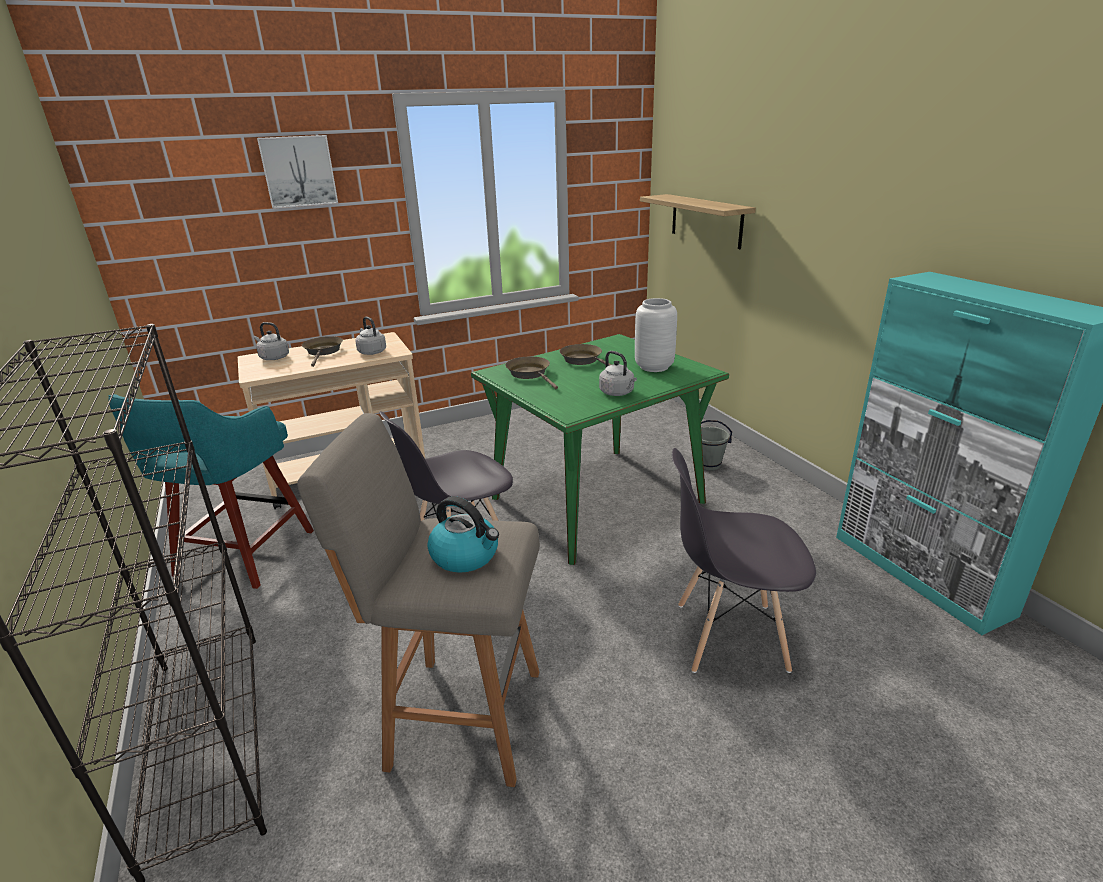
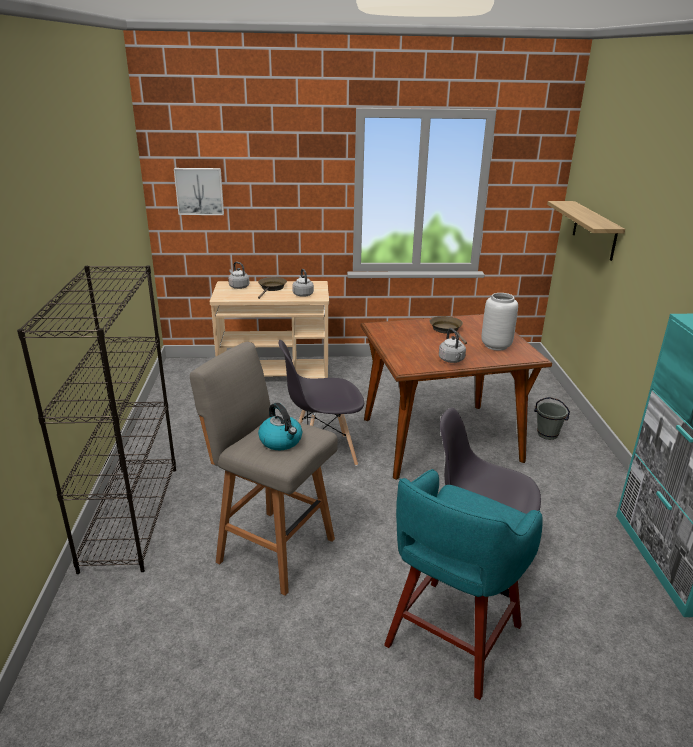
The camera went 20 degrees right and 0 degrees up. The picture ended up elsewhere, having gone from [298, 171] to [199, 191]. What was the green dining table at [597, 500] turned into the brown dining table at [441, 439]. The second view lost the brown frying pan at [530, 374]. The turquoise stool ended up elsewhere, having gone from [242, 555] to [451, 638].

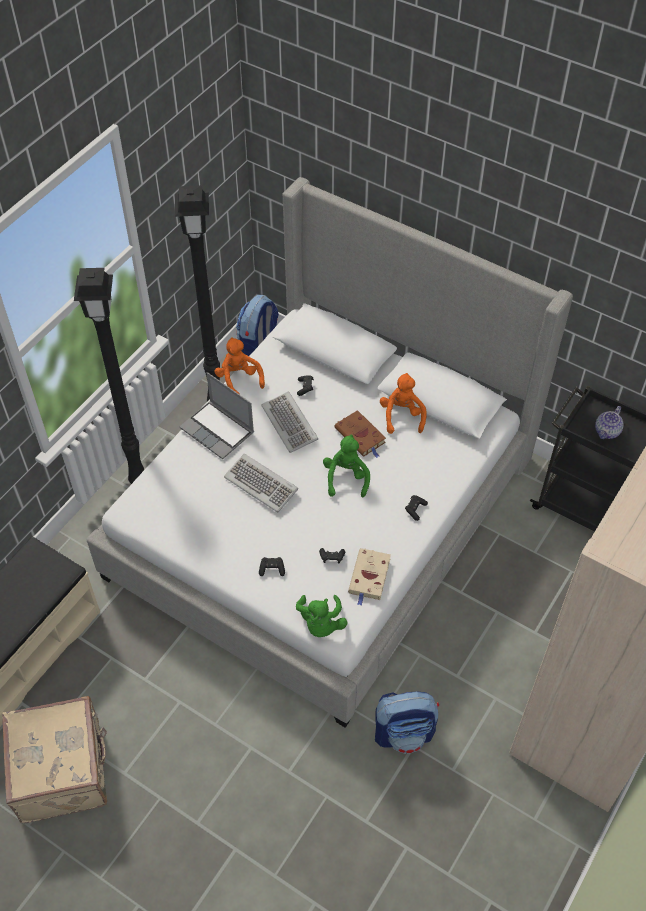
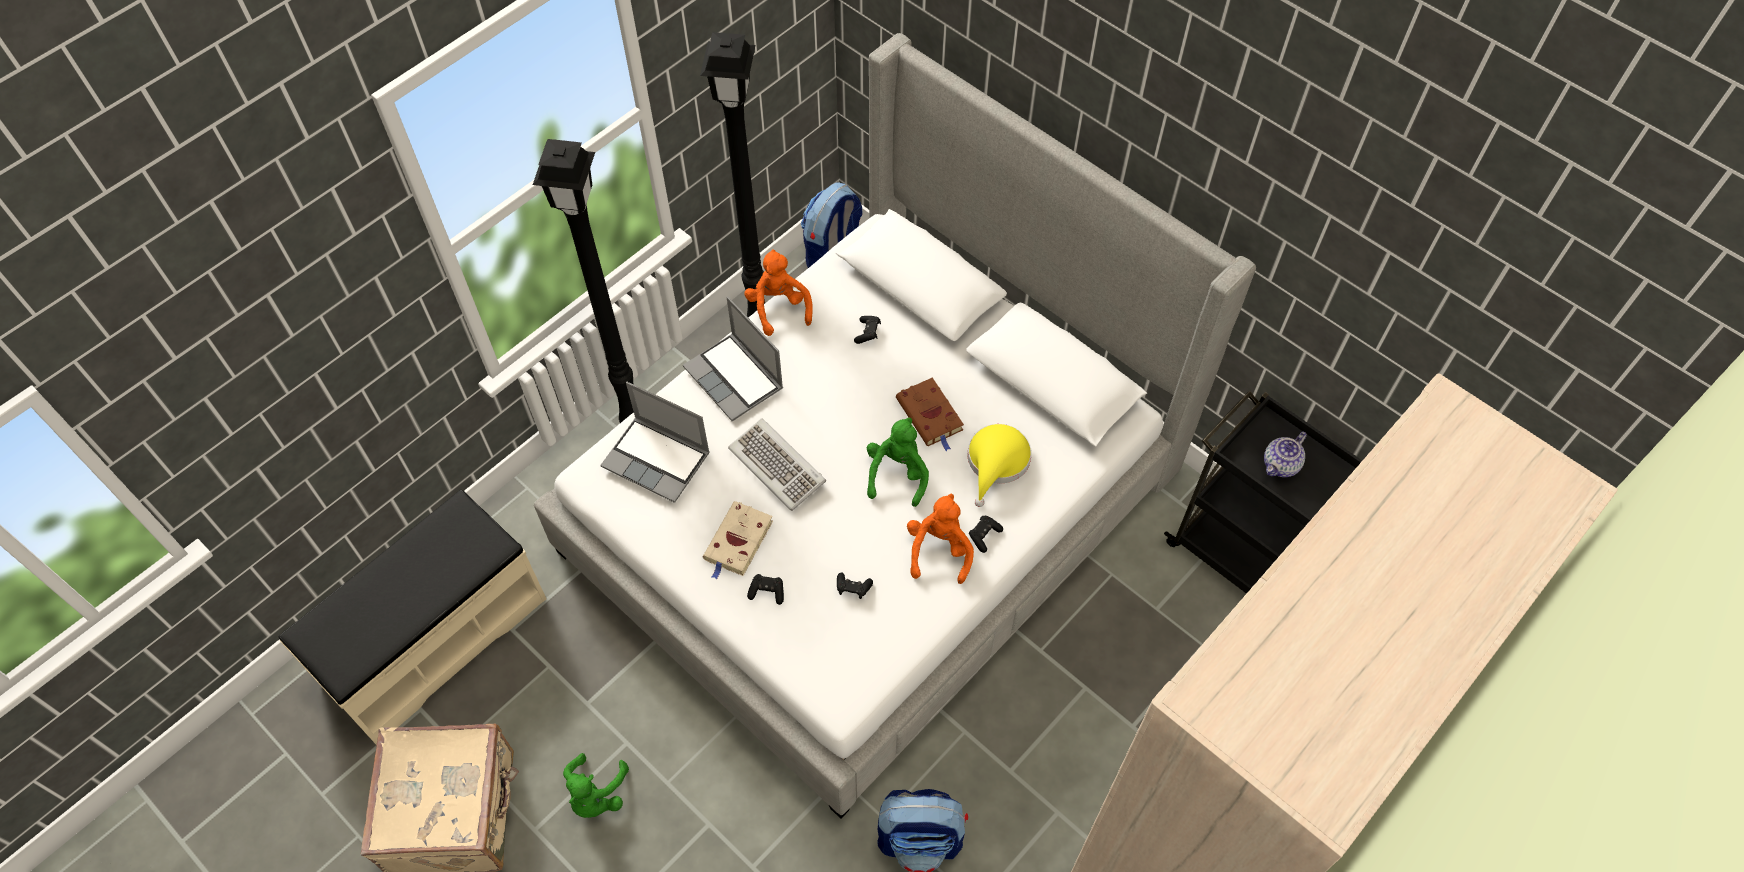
The camera went 10 degrees right and 5 degrees up. The orange plush toy ended up elsewhere, having gone from [402, 416] to [939, 550]. The second view lost the keyboard at [290, 423]. The beige book ended up elsewhere, having gone from [369, 577] to [738, 543]. The green plush toy ended up elsewhere, having gone from [321, 624] to [596, 795]. The second view gained the laptop at [658, 460]. The second view gained the yellow hat at [997, 462].

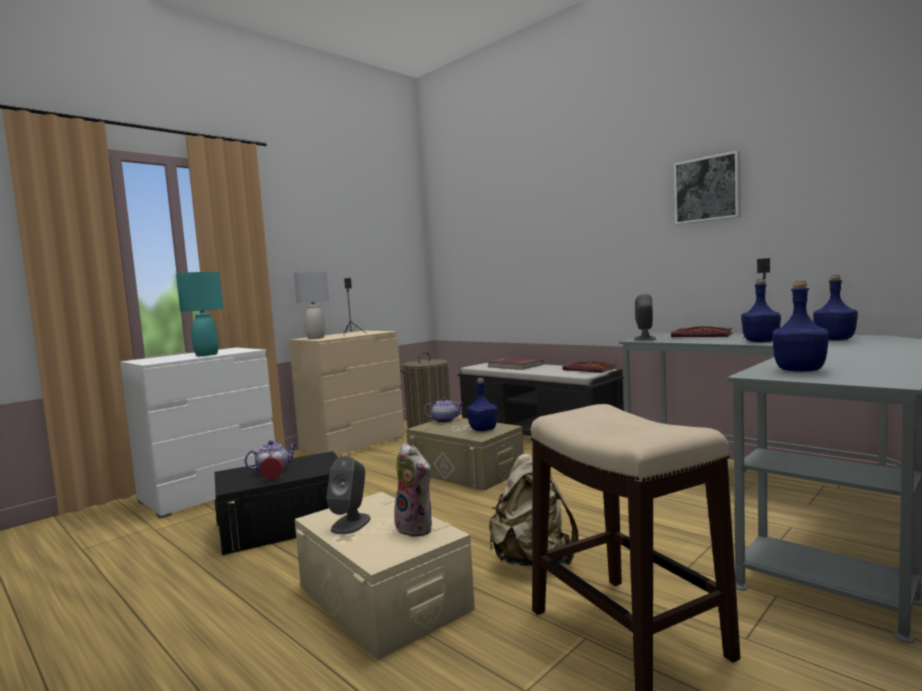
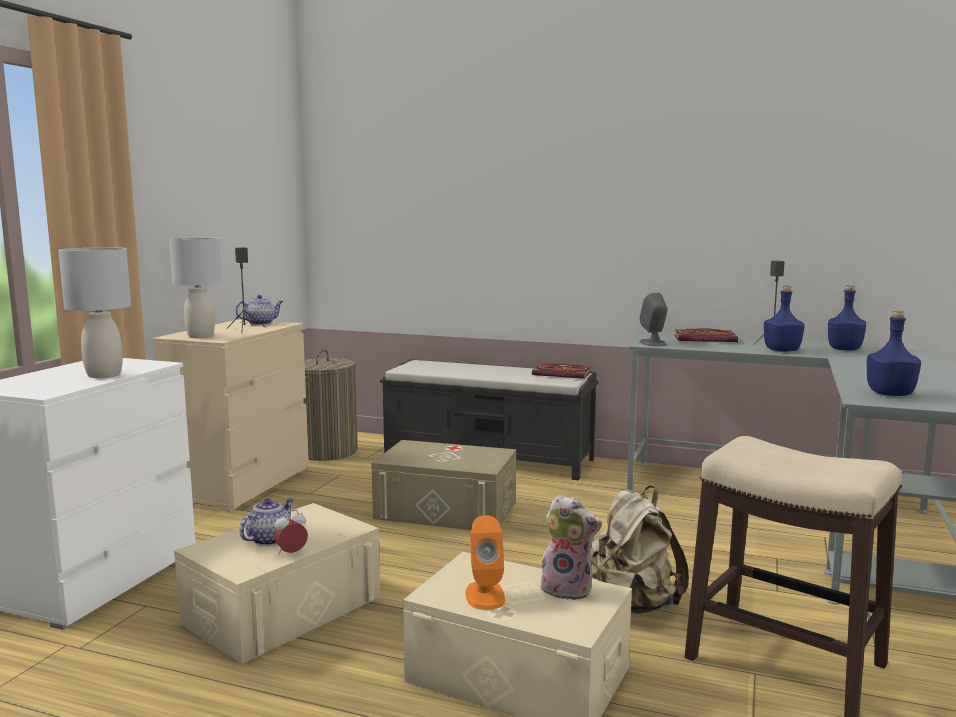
The camera went 25 degrees left and 5 degrees up. The second view lost the picture at [707, 189]. What was the turquoise table lamp at [207, 355] turned into the grey table lamp at [105, 375]. The second view lost the red book at [514, 366]. The second view lost the blue bottle at [483, 430]. The teapot ended up elsewhere, having gone from [445, 420] to [261, 323]. What was the black storage box at [286, 524] turned into the beige storage box at [283, 609]. What was the grey speaker at [351, 523] turned into the orange speaker at [485, 595].

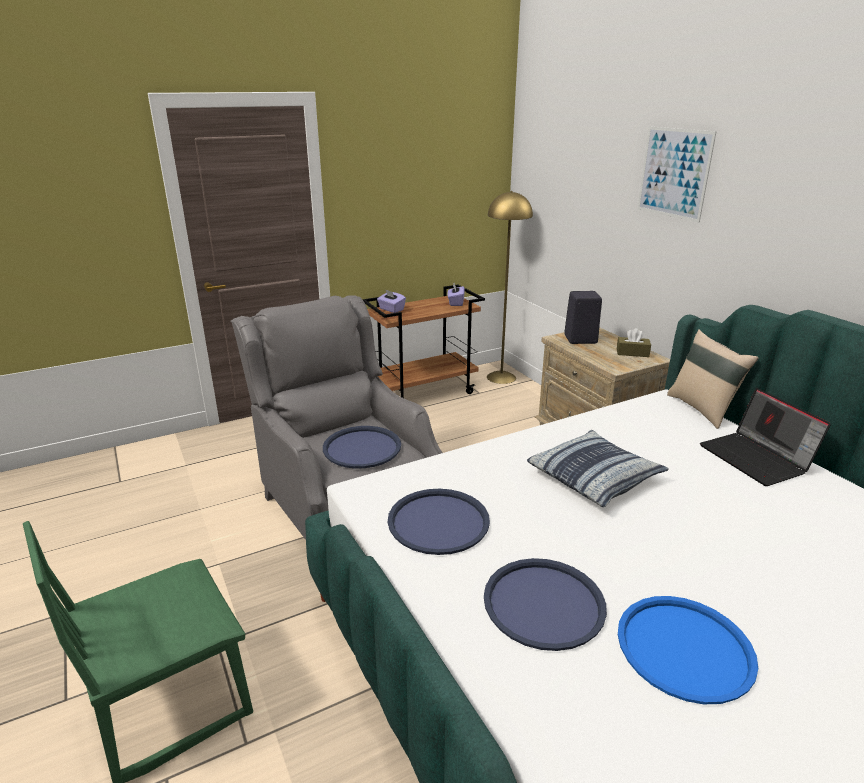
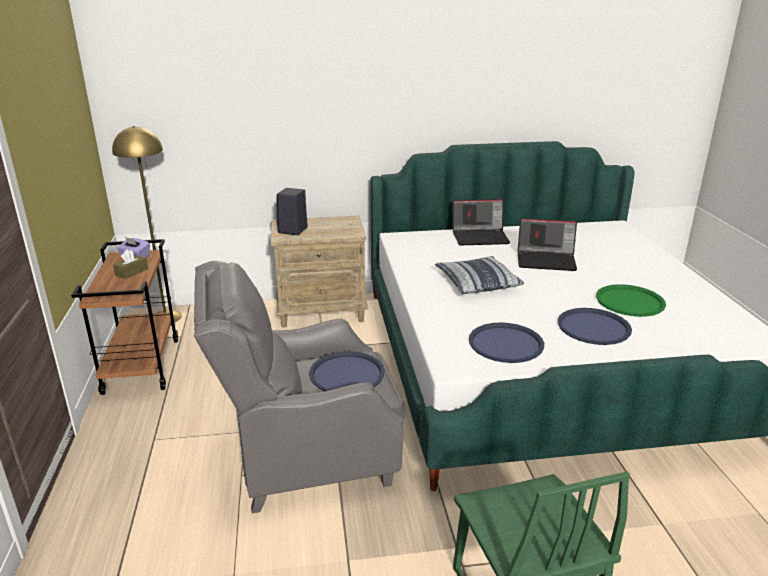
The camera went 70 degrees left and 0 degrees up. The second view lost the picture at [674, 173]. The second view lost the purple tissue box at [391, 309]. The brown tissue box ended up elsewhere, having gone from [632, 353] to [131, 272]. The second view lost the beige pillow at [702, 409]. What was the blue tray at [684, 649] turned into the green tray at [630, 301]. The second view gained the laptop at [547, 260].

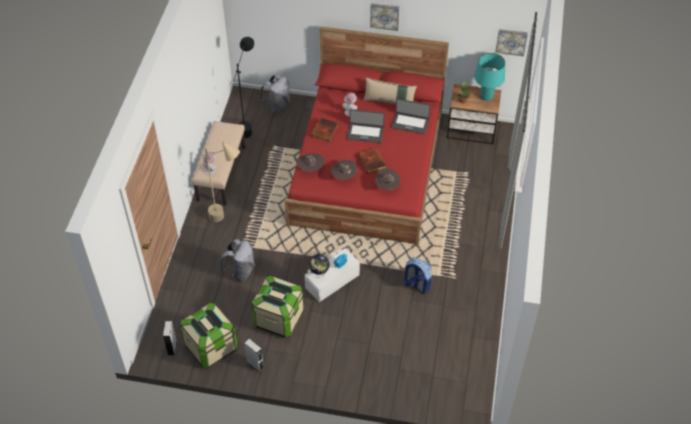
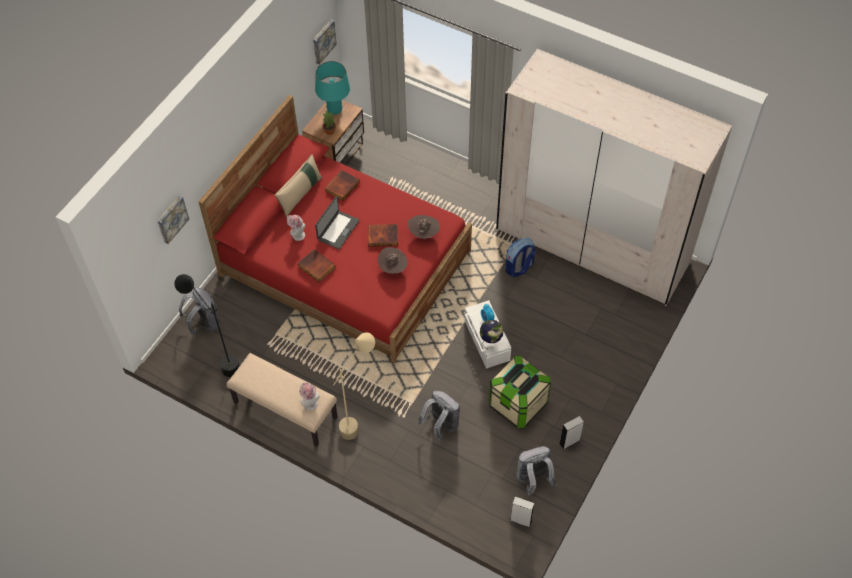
The camera went 70 degrees left and 5 degrees up. The picture ended up elsewhere, having gone from [384, 15] to [171, 219]. Where the laptop stood at [410, 123], the book came to stand at [342, 186]. The second view lost the brown hat at [310, 169]. Where the storage box stood at [211, 347], the grey backpack came to stand at [533, 480]. The second view gained the beige wardrobe at [592, 246].

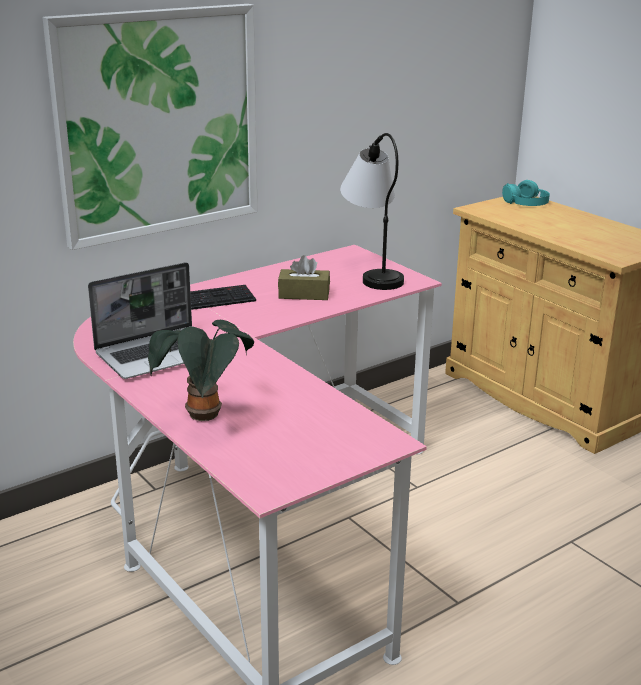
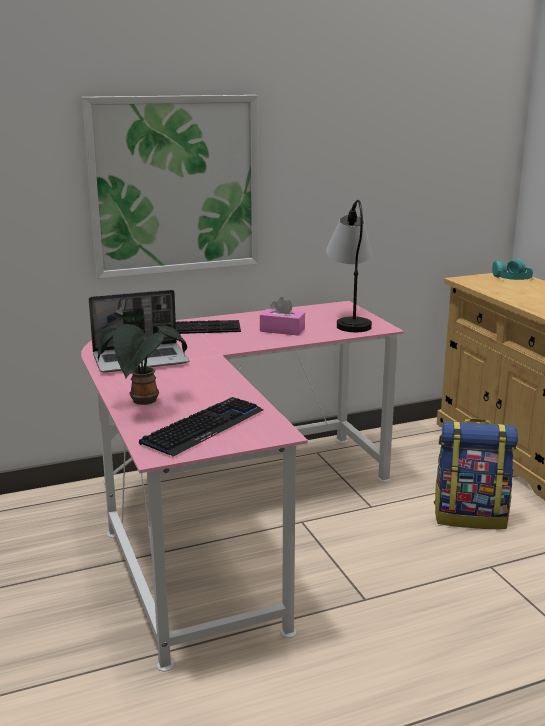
The camera went 15 degrees right and 5 degrees down. What was the brown tissue box at [304, 294] turned into the pink tissue box at [282, 330]. The second view gained the keyboard at [204, 427]. The second view gained the backpack at [470, 516].

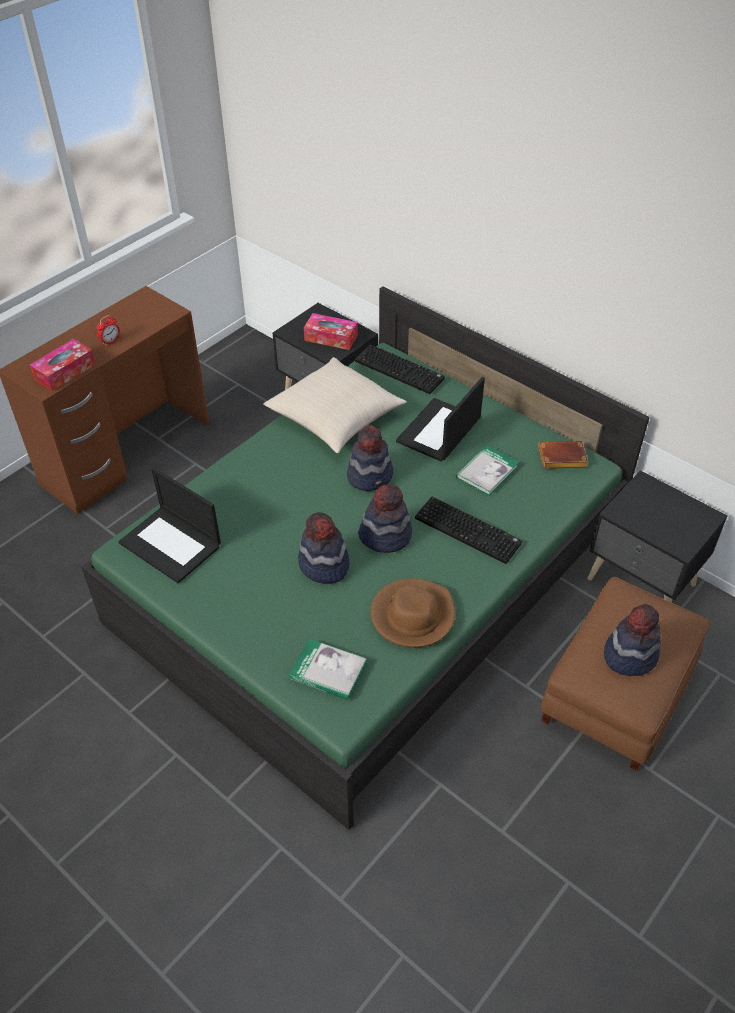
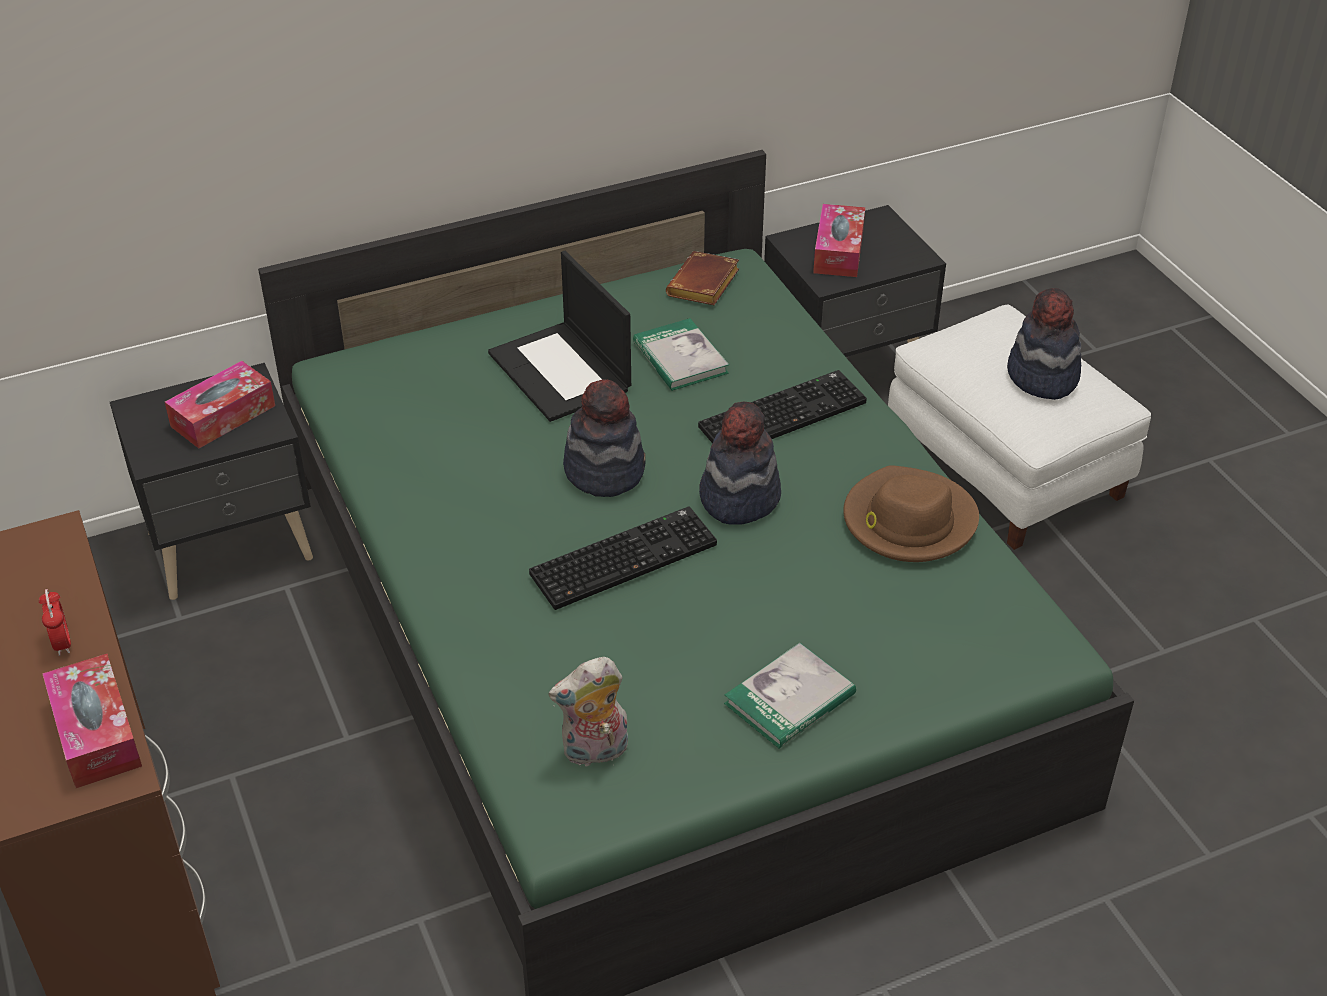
The camera went 65 degrees left and 5 degrees down. The keyboard ended up elsewhere, having gone from [400, 370] to [624, 557]. The second view lost the beige pillow at [335, 417]. Where the laptop stood at [172, 544], the plush toy came to stand at [594, 752]. The second view lost the hat at [324, 565]. What was the brown ottoman at [617, 695] turned into the white ottoman at [1007, 467]. The book ended up elsewhere, having gone from [328, 671] to [790, 699]. The second view gained the tissue box at [838, 251].

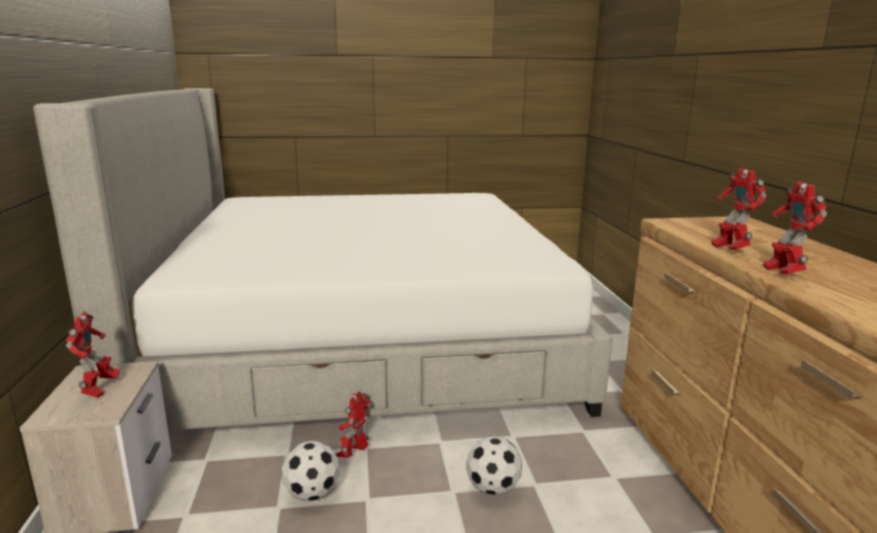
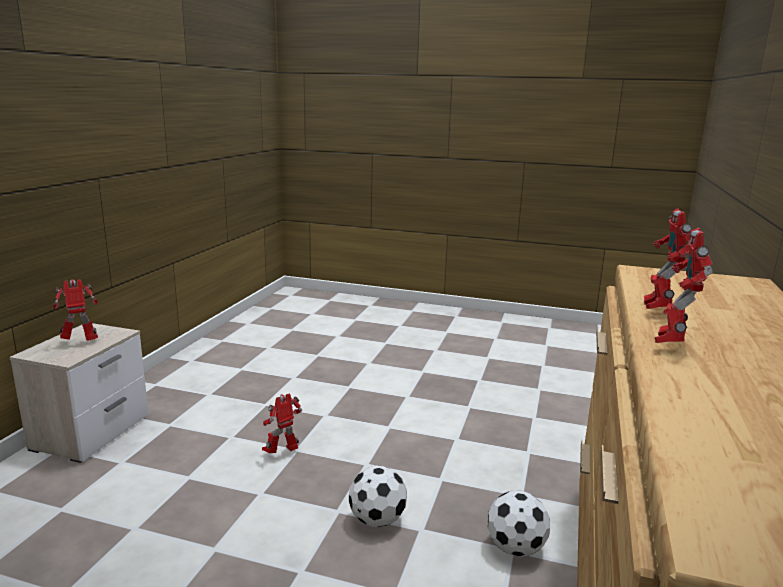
The camera went 25 degrees right and 0 degrees up. The second view lost the bed at [361, 339]. The toy robot at [99, 389] ended up facing another way, 135 degrees counterclockwise from before. The football ended up elsewhere, having gone from [312, 494] to [516, 548].

